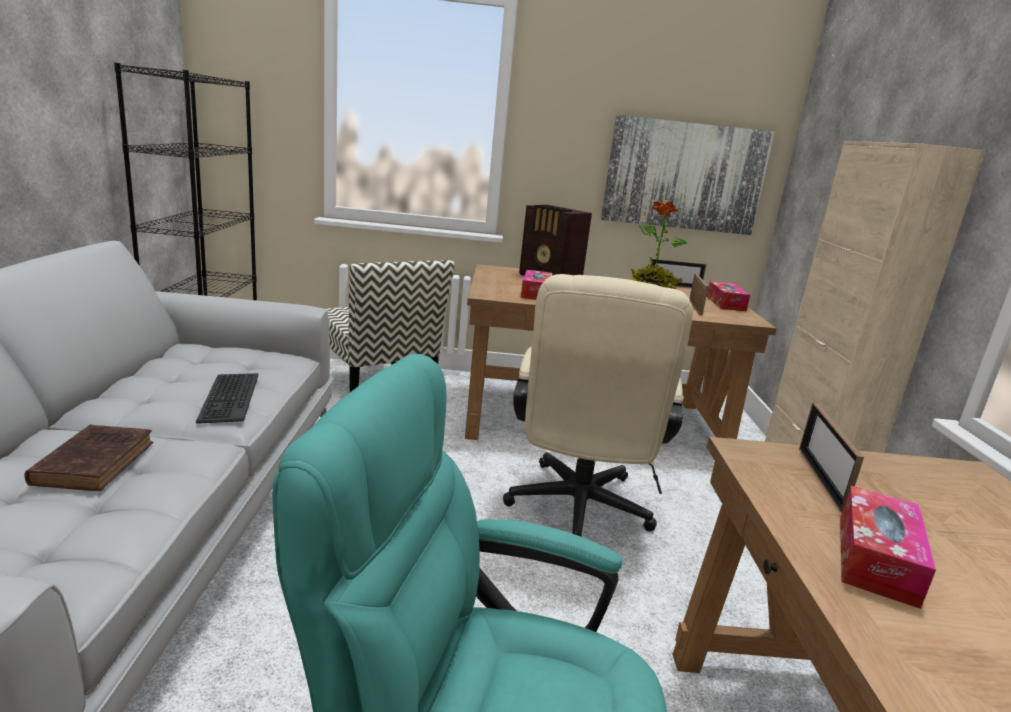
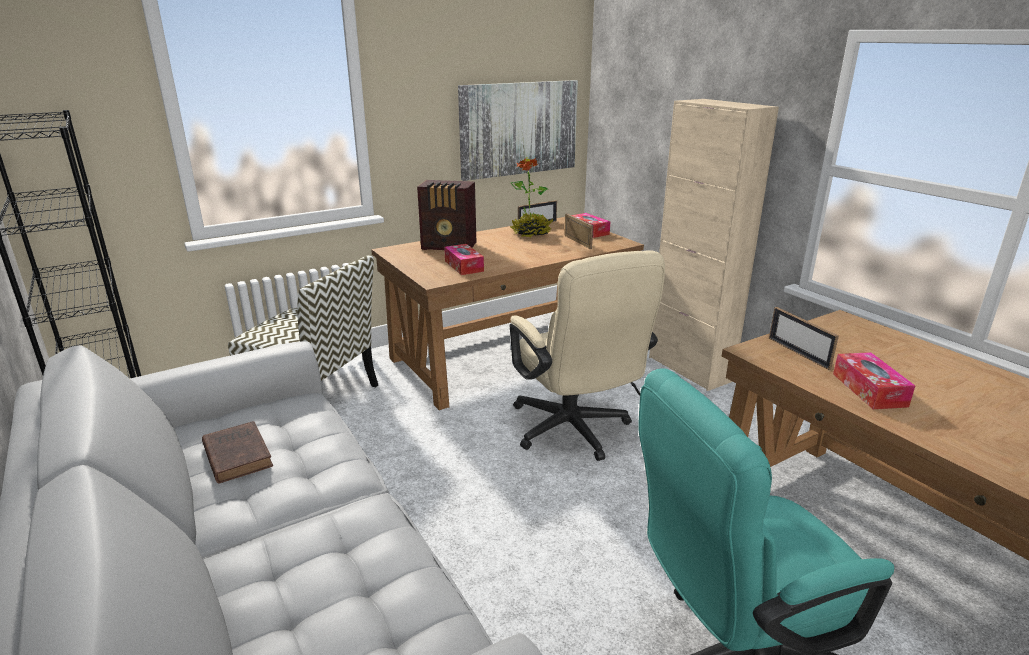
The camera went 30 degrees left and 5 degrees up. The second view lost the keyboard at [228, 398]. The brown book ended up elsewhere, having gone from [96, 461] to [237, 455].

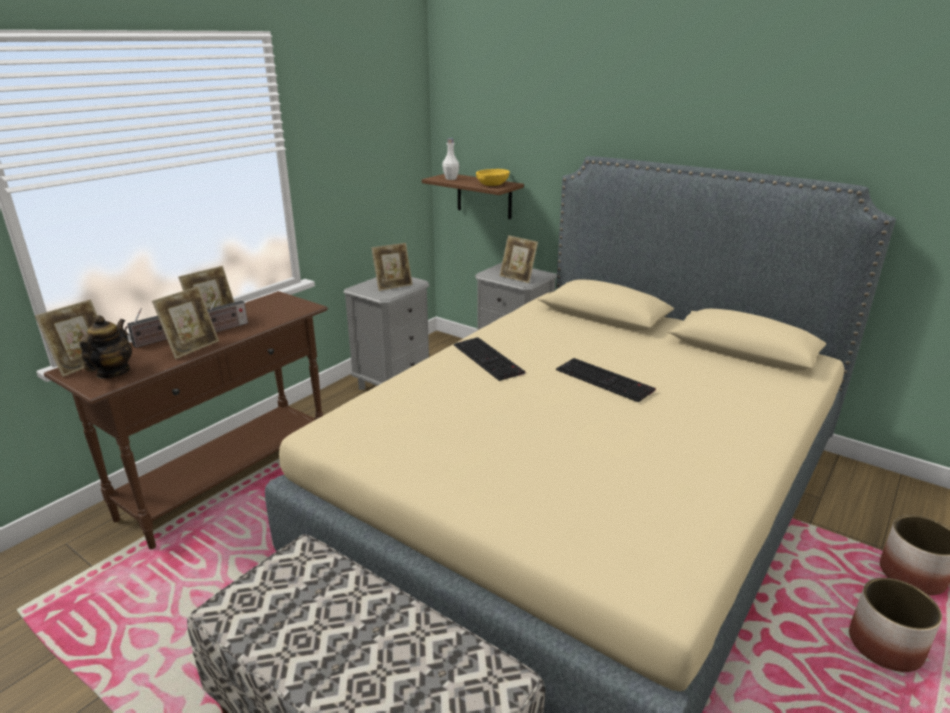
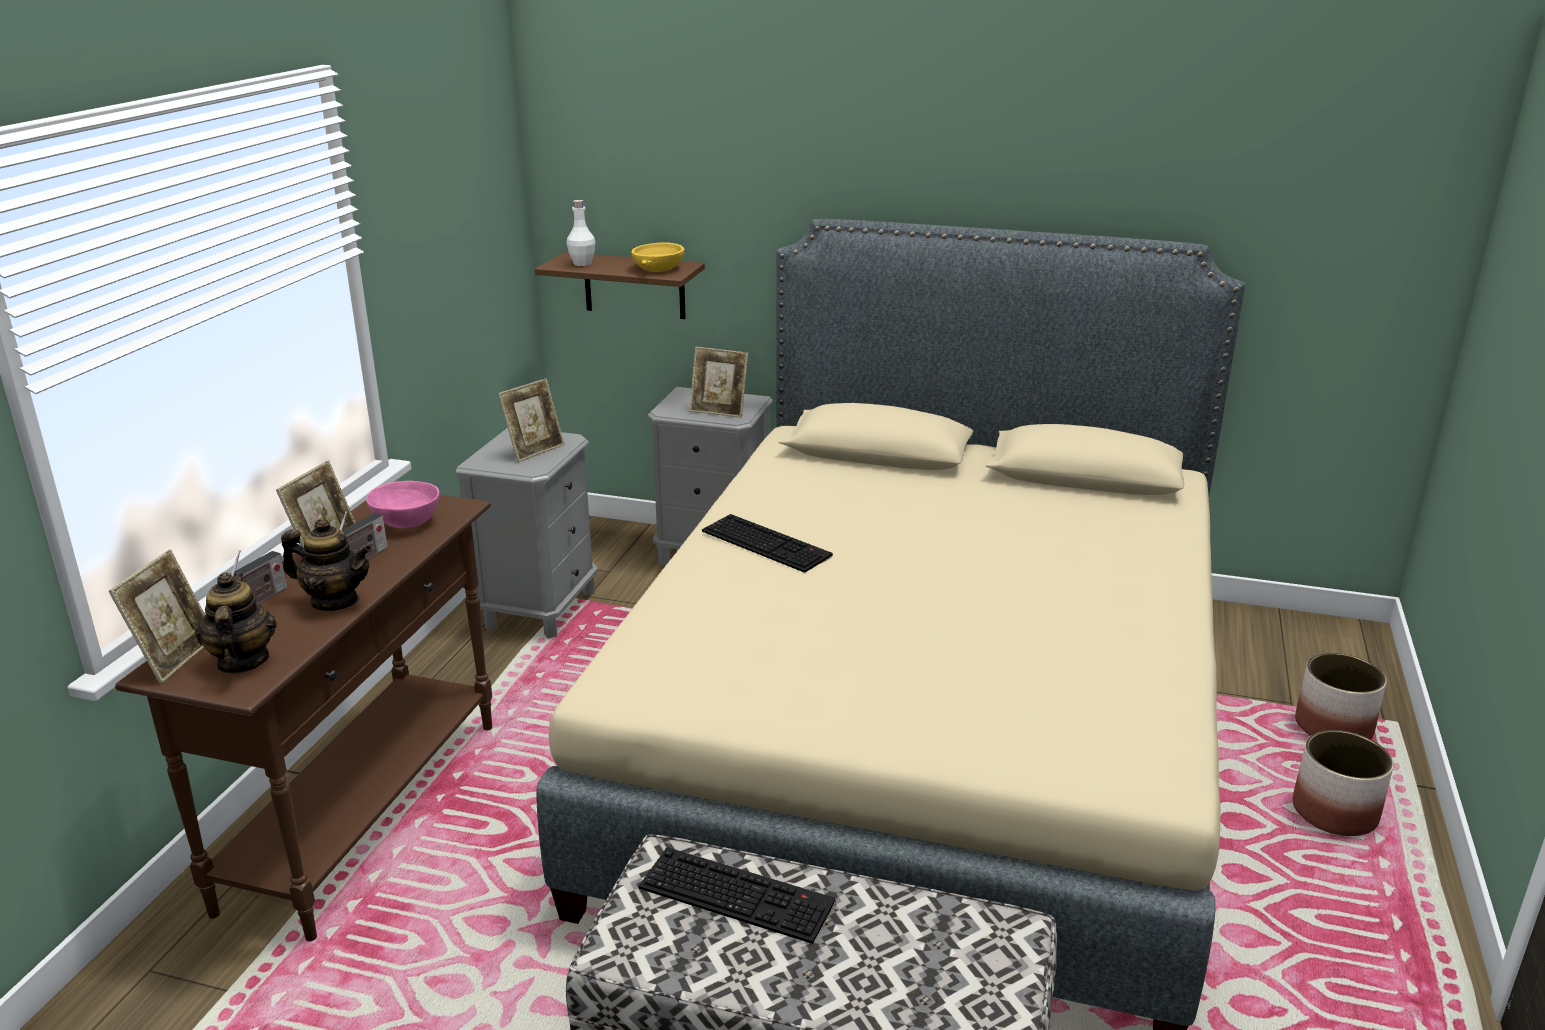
The camera went 20 degrees left and 0 degrees up. Where the picture frame stood at [192, 347], the teapot came to stand at [335, 601]. The keyboard ended up elsewhere, having gone from [606, 380] to [739, 894]. The second view gained the pink bowl at [405, 523].

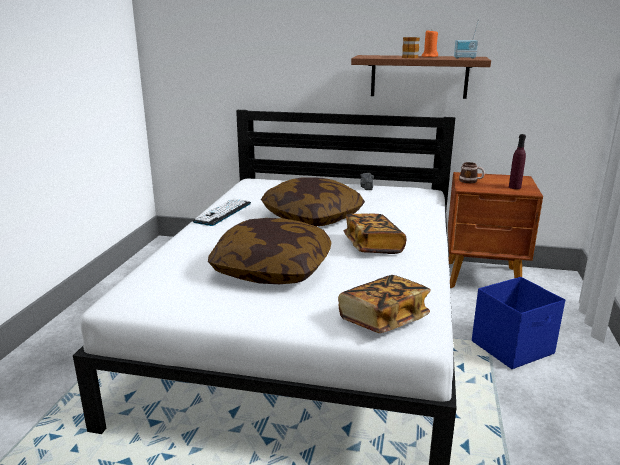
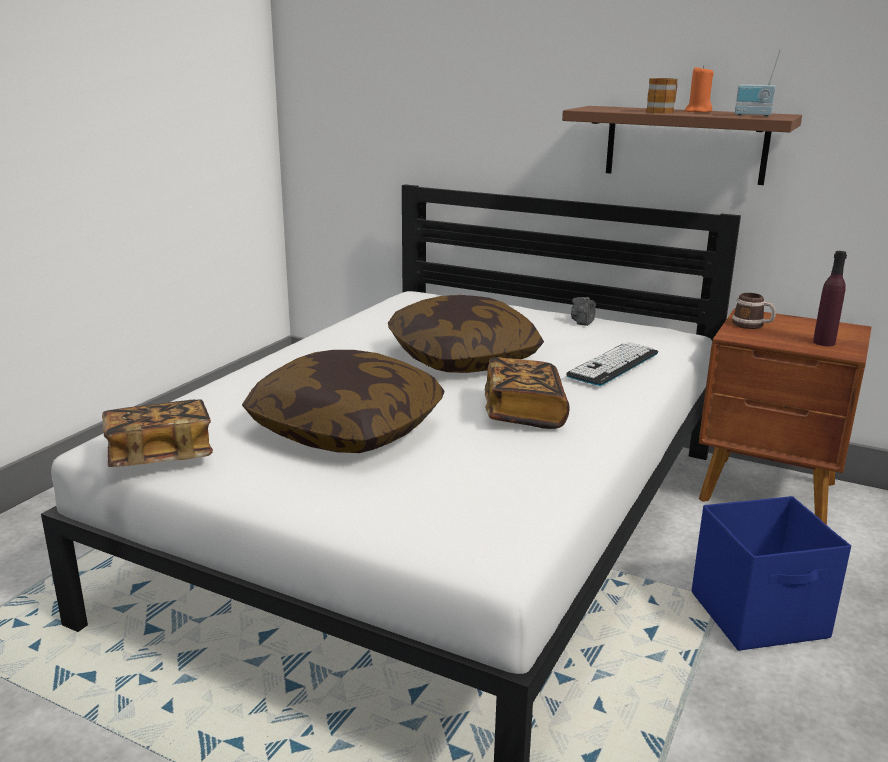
The camera went 15 degrees right and 0 degrees up. The keyboard ended up elsewhere, having gone from [223, 212] to [613, 365]. The book ended up elsewhere, having gone from [383, 319] to [160, 456].

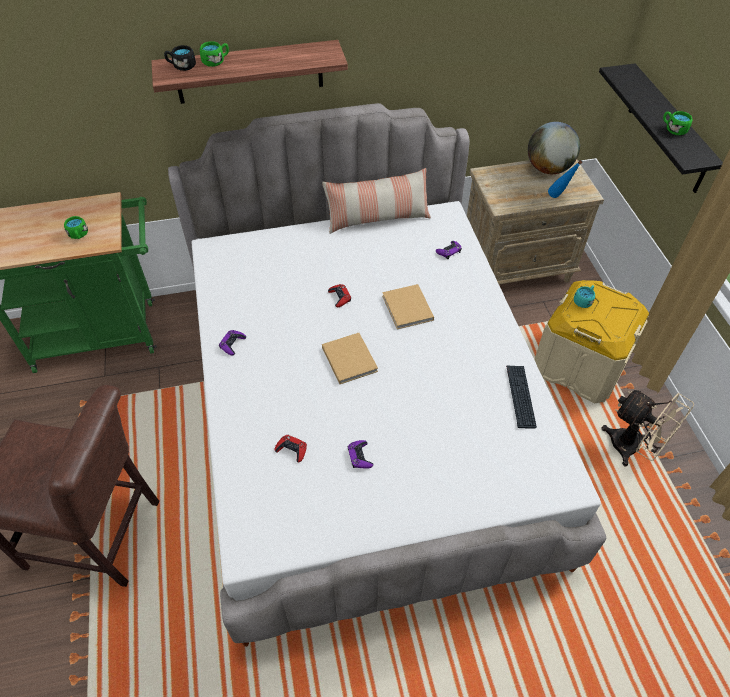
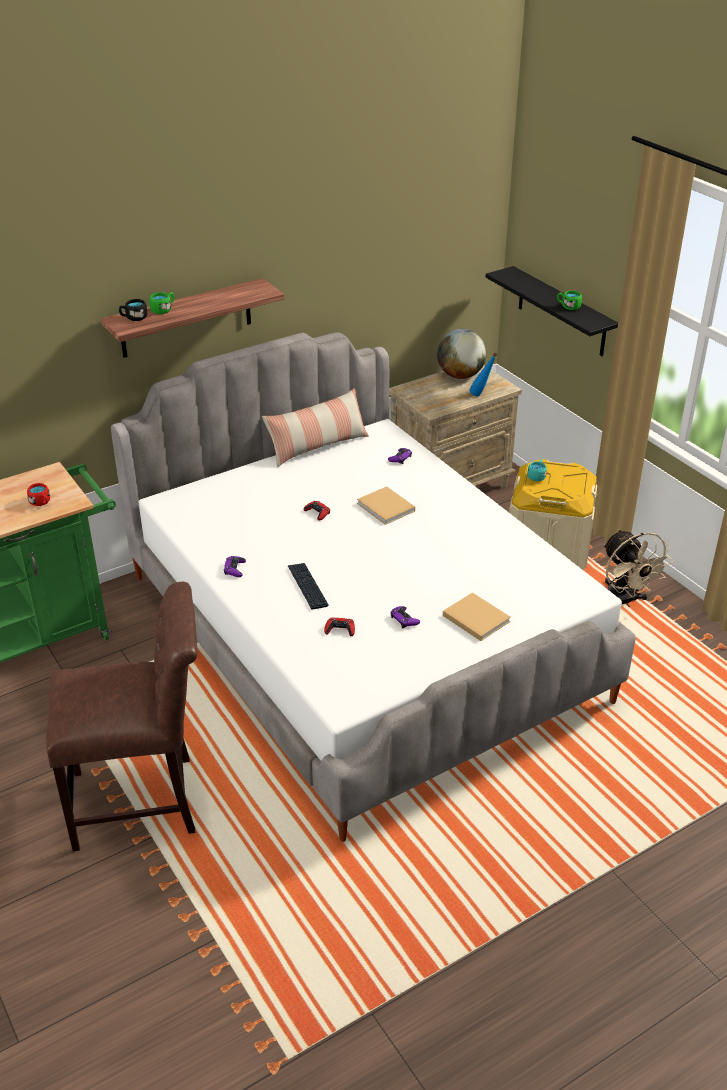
The camera went 20 degrees left and 15 degrees down. What was the green mug at [79, 235] turned into the red mug at [41, 502]. The beige book ended up elsewhere, having gone from [349, 358] to [474, 617]. The keyboard ended up elsewhere, having gone from [520, 396] to [307, 586]. The beige fan at [632, 449] ended up facing another way, 45 degrees clockwise from before.

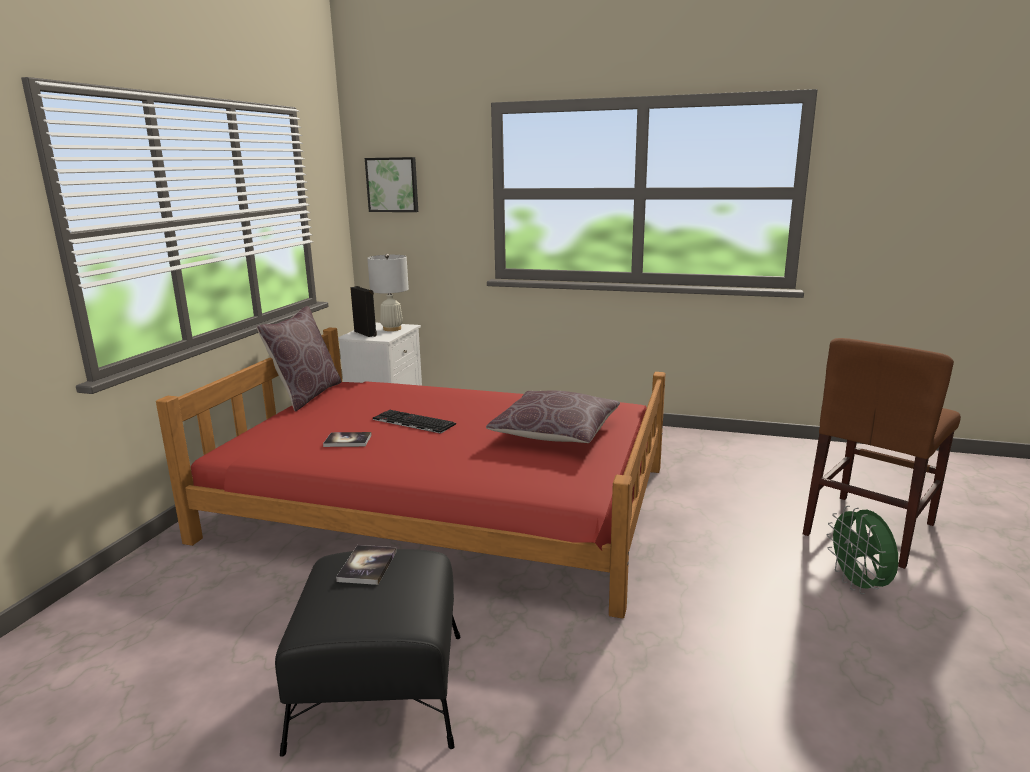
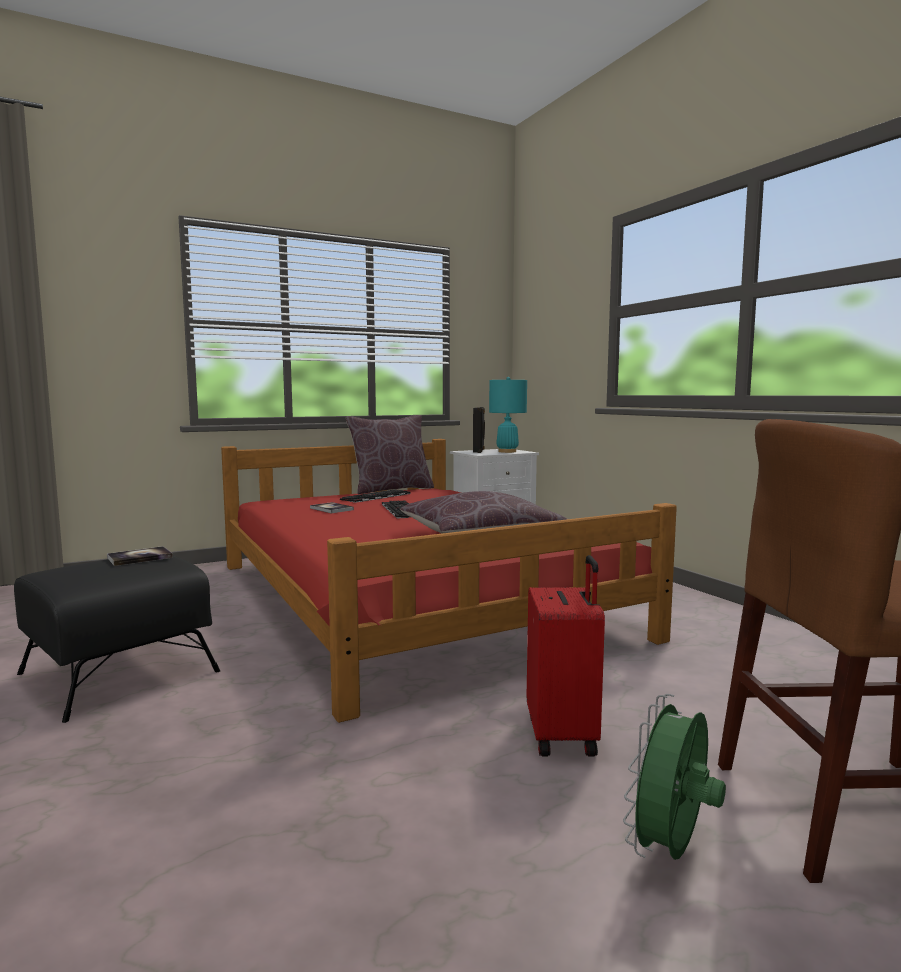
The camera went 45 degrees right and 10 degrees down. The second view lost the picture at [393, 184]. What was the white table lamp at [392, 329] turned into the turquoise table lamp at [507, 451]. The second view gained the keyboard at [376, 497]. The second view gained the red suitcase at [563, 735].

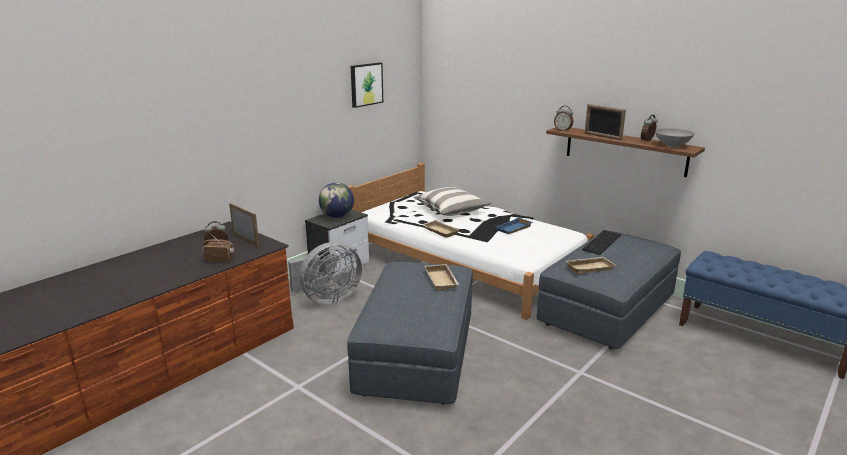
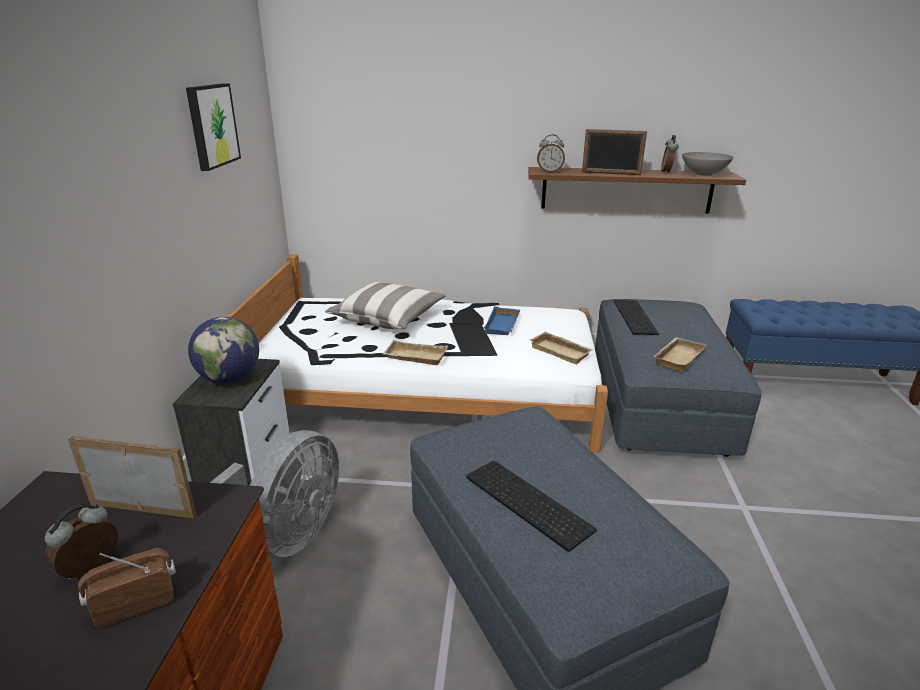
The camera went 35 degrees left and 5 degrees up. The beige tray ended up elsewhere, having gone from [442, 280] to [561, 351]. The second view gained the keyboard at [524, 503].

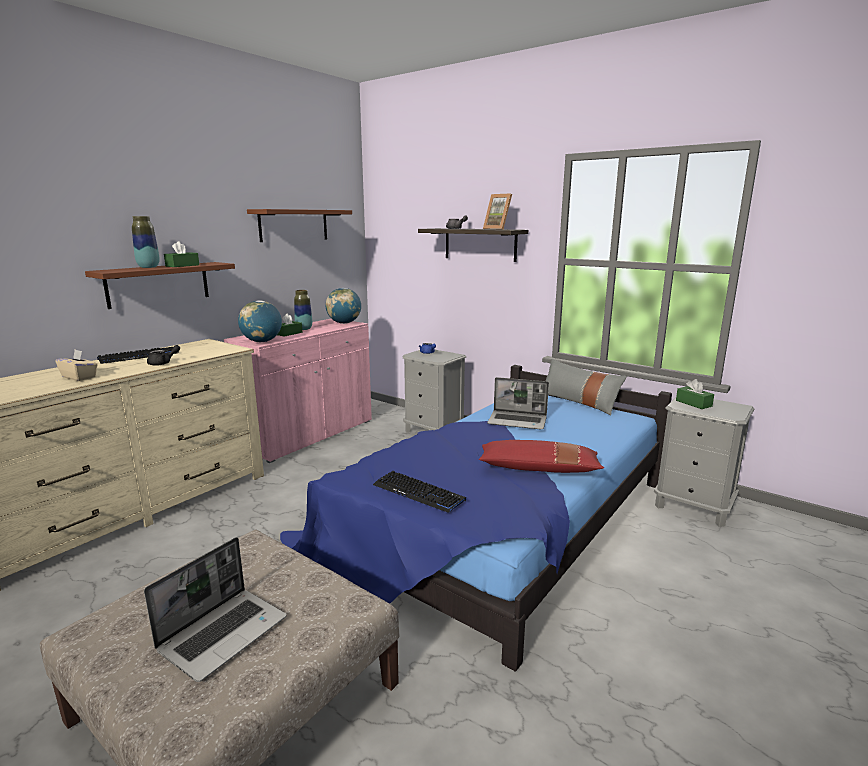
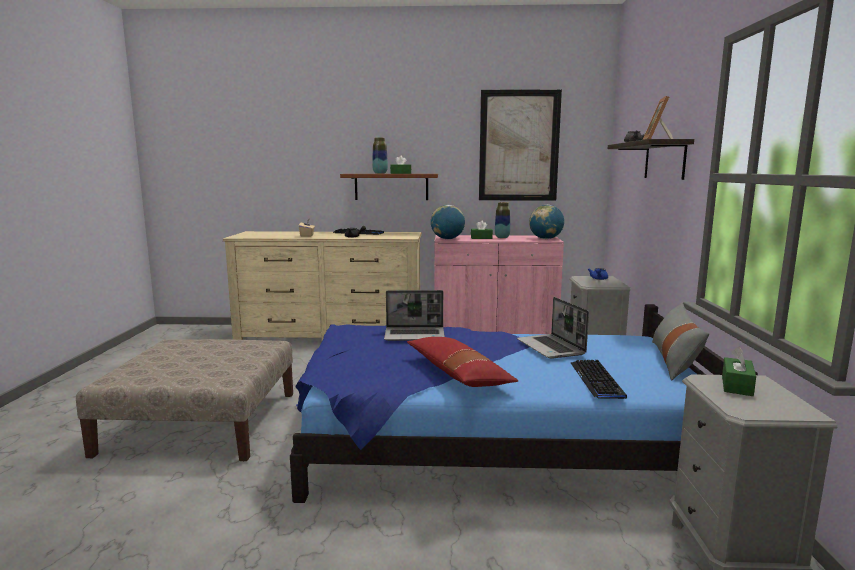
The camera went 55 degrees right and 5 degrees down. Where the brown shelf hung at [294, 225], the picture came to hang at [519, 146]. The keyboard ended up elsewhere, having gone from [418, 493] to [597, 380]. The laptop ended up elsewhere, having gone from [224, 633] to [415, 335].

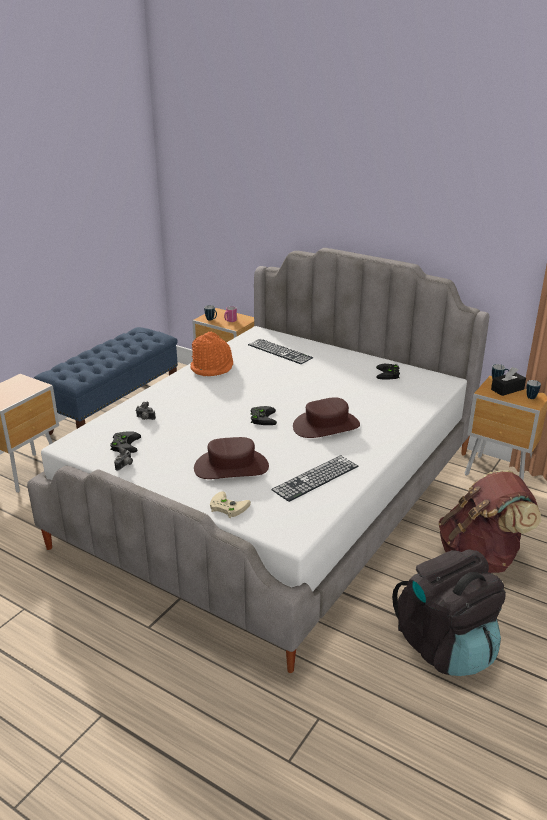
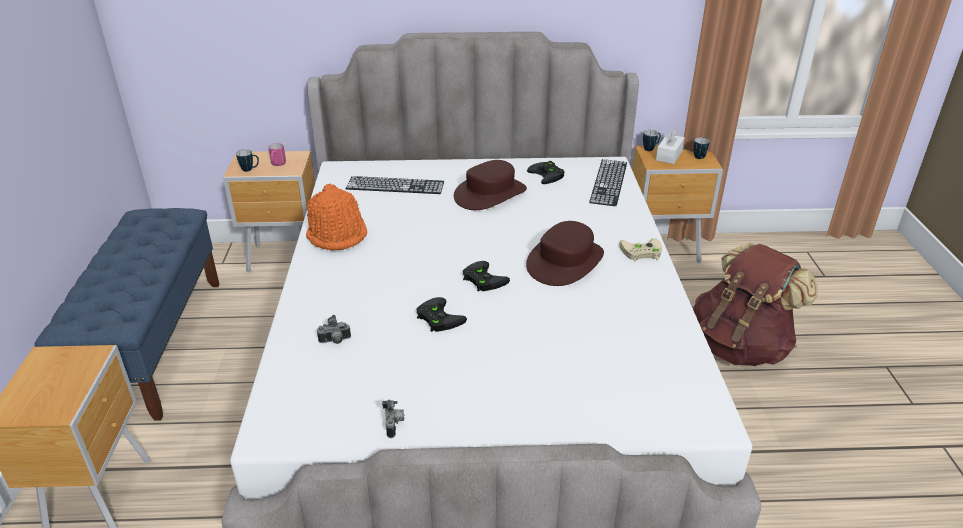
The camera went 35 degrees left and 5 degrees up. What was the black tissue box at [507, 389] turned into the white tissue box at [669, 155]. The black game controller ended up elsewhere, having gone from [124, 444] to [437, 317]. The brown hat ended up elsewhere, having gone from [231, 467] to [490, 194]. The keyboard ended up elsewhere, having gone from [315, 478] to [608, 182]. The beige game controller ended up elsewhere, having gone from [227, 507] to [640, 252]. The second view lost the black backpack at [445, 645].

